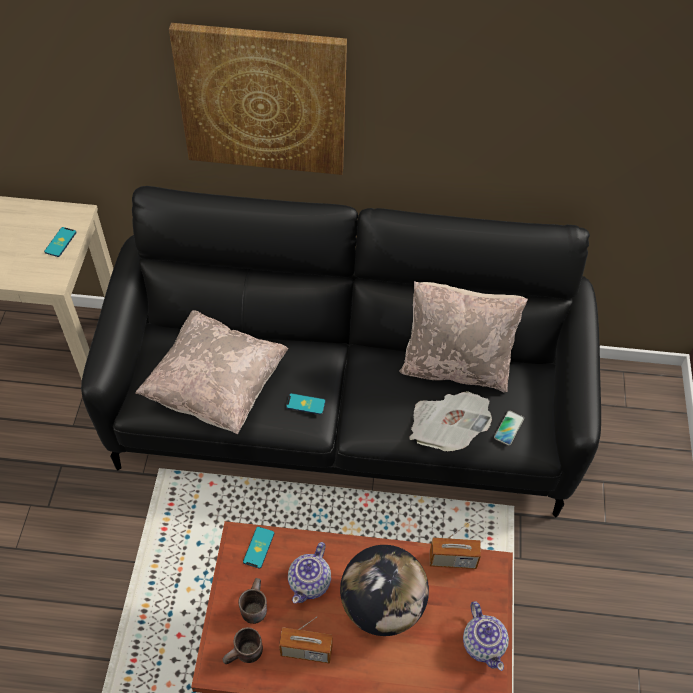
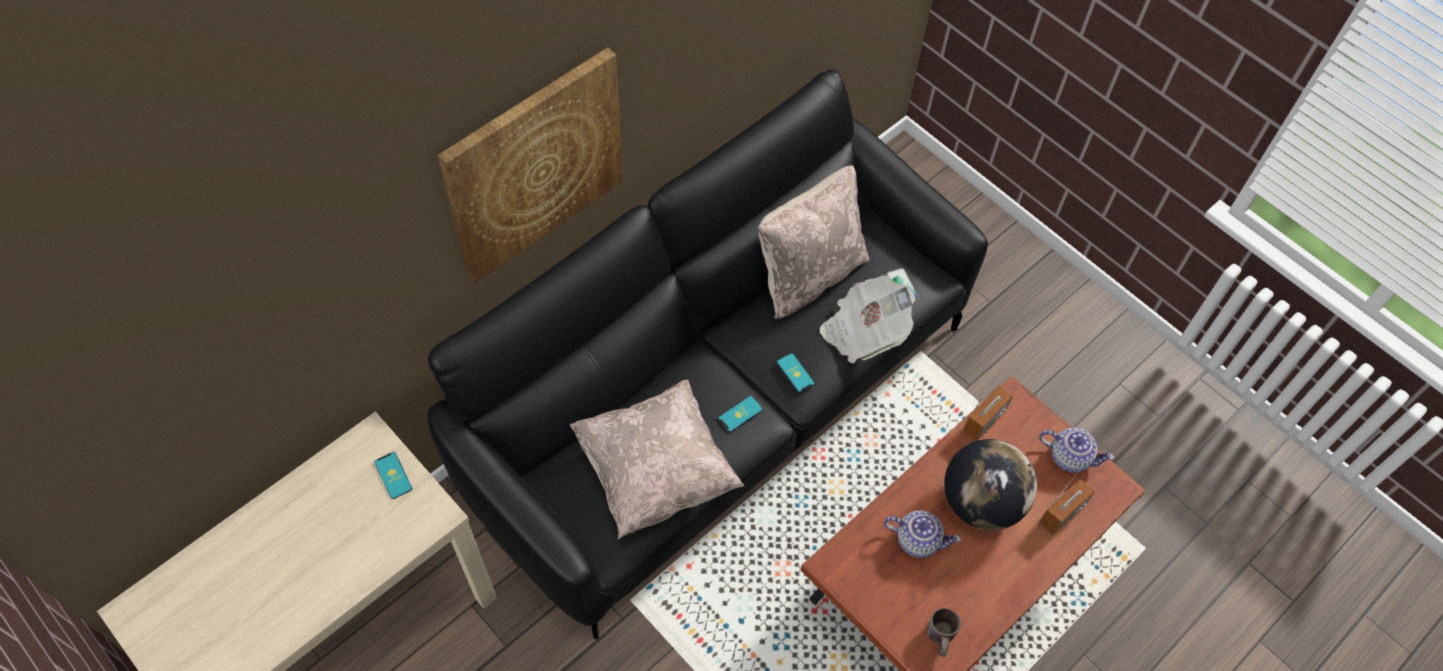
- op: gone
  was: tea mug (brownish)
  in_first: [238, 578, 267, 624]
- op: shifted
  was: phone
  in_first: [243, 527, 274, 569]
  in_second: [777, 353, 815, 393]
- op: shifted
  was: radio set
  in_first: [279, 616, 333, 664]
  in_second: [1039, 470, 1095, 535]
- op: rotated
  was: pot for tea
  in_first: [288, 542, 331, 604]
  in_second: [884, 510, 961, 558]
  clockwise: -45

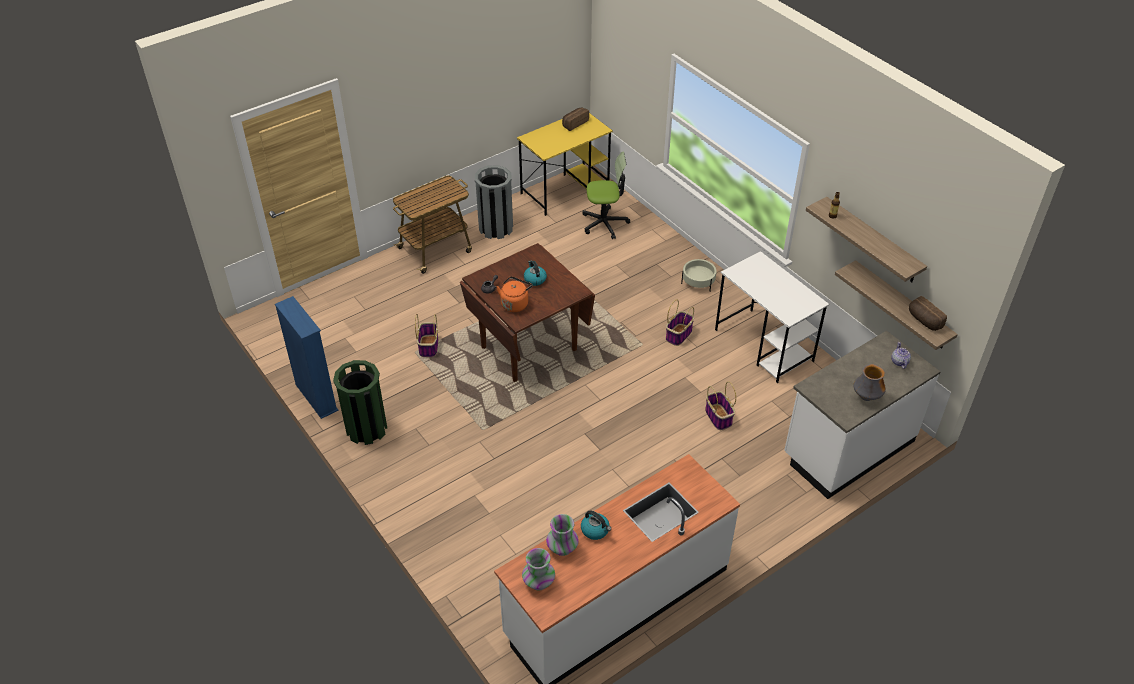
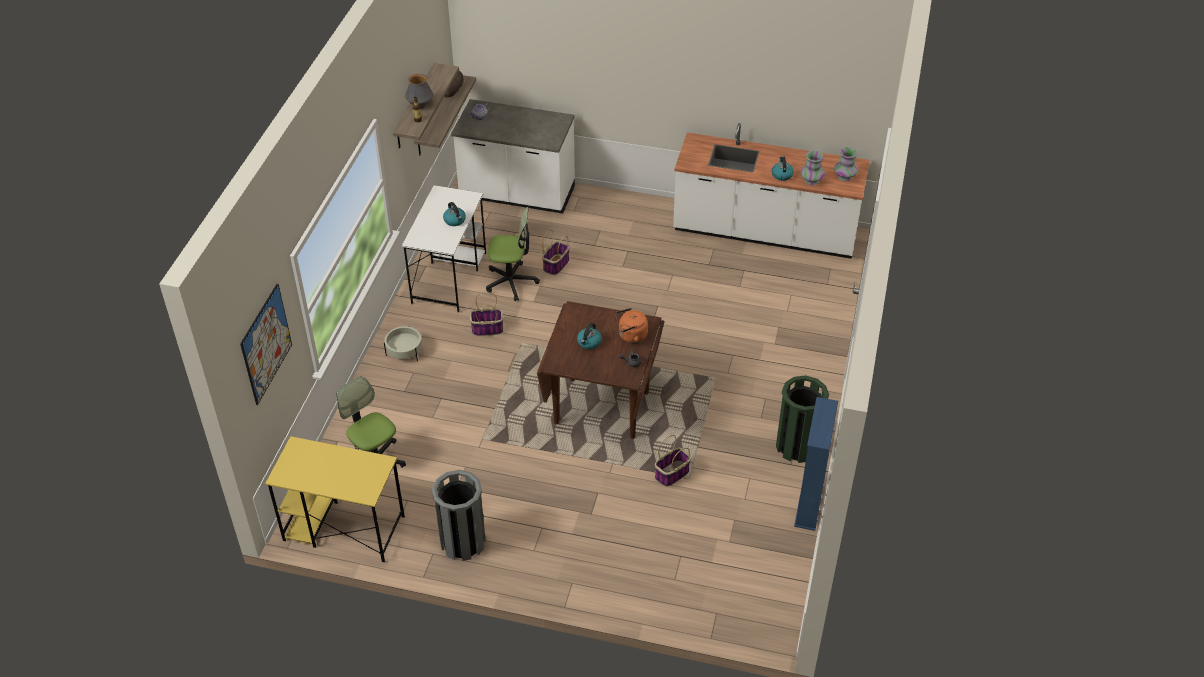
- op: gone
  was: cart
  in_first: [393, 176, 472, 274]
- op: gone
  was: bread
  in_first: [562, 107, 589, 131]
- op: shifted
  was: flower vase
  in_first: [853, 364, 886, 401]
  in_second: [405, 74, 433, 109]
- op: new
  now: picture
  in_second: [240, 283, 292, 405]
- op: new
  now: tea kettle
  in_second: [443, 202, 466, 226]
- op: new
  now: office chair
  in_second: [486, 207, 540, 301]

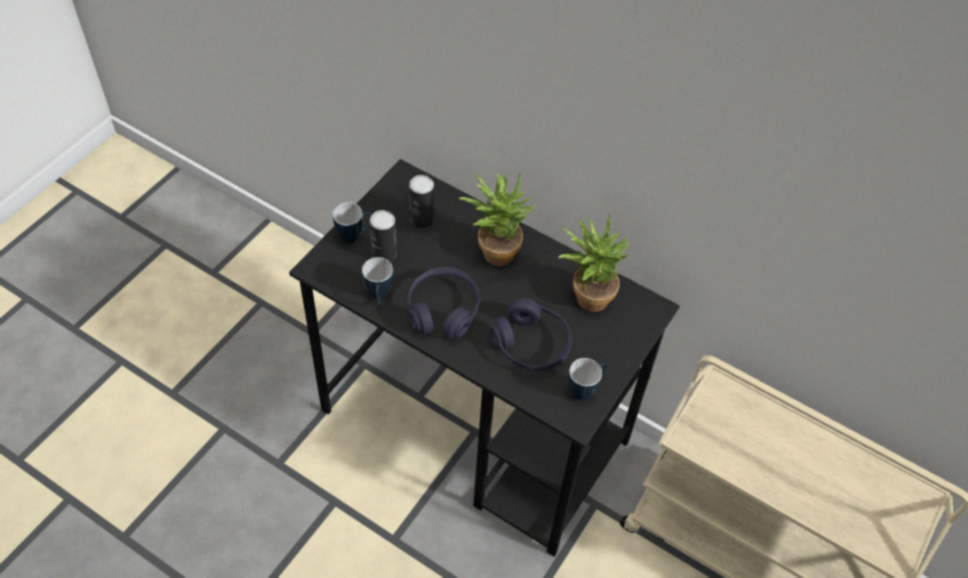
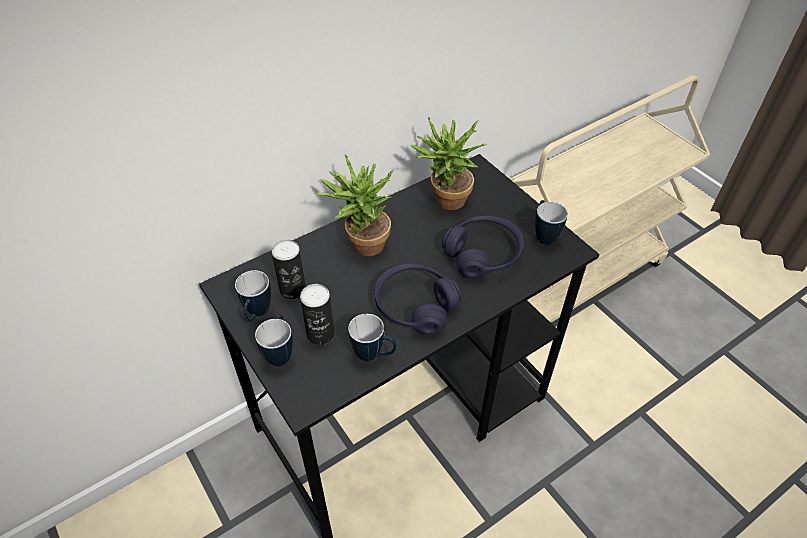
- op: new
  now: tea mug
  in_second: [235, 270, 271, 322]

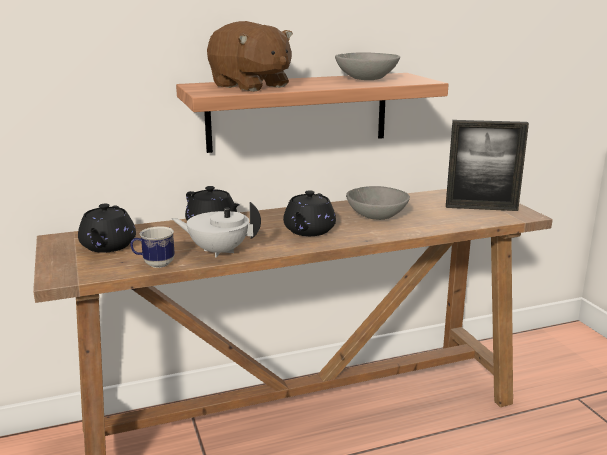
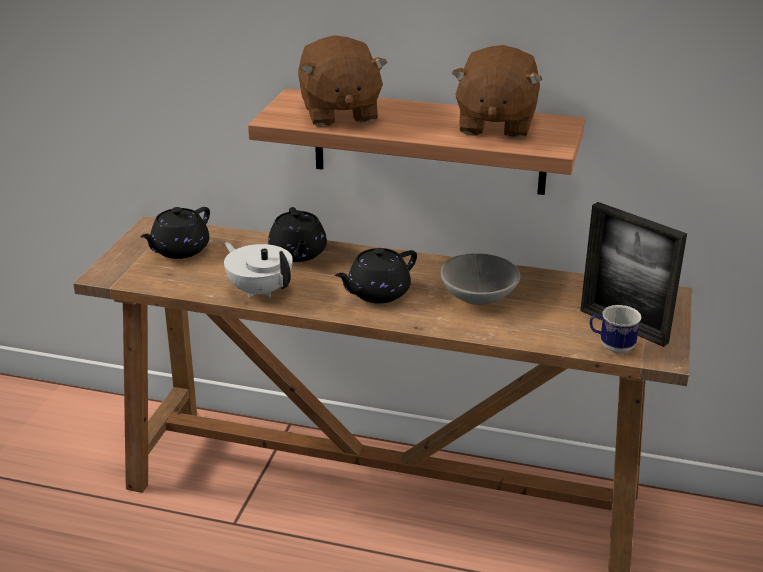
- op: shifted
  was: tea mug
  in_first: [130, 227, 175, 268]
  in_second: [590, 305, 641, 354]
- op: swapped
  was: serving bowl (gray)
  now: soft toy (brownish)
  in_first: [335, 52, 400, 80]
  in_second: [452, 45, 542, 139]

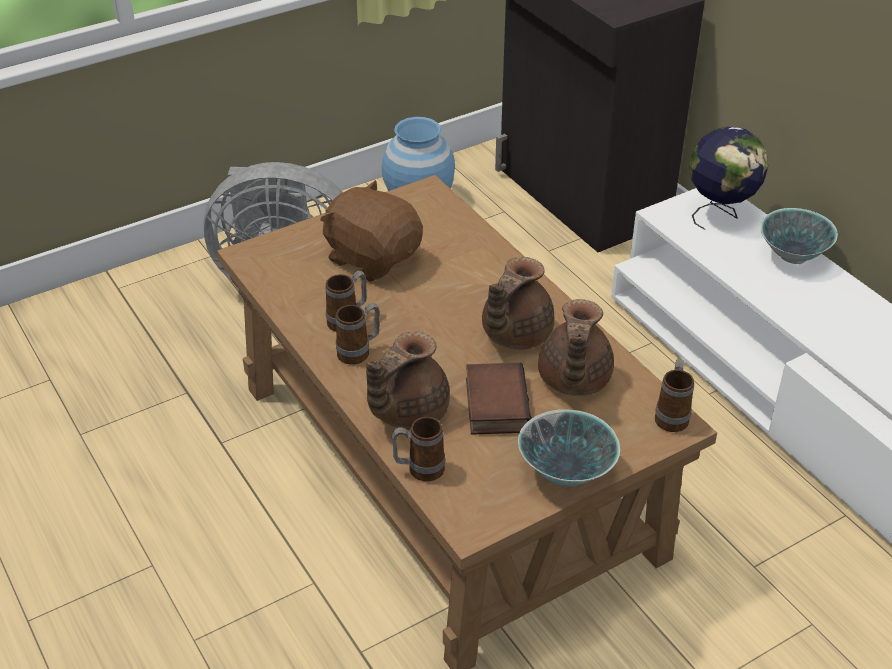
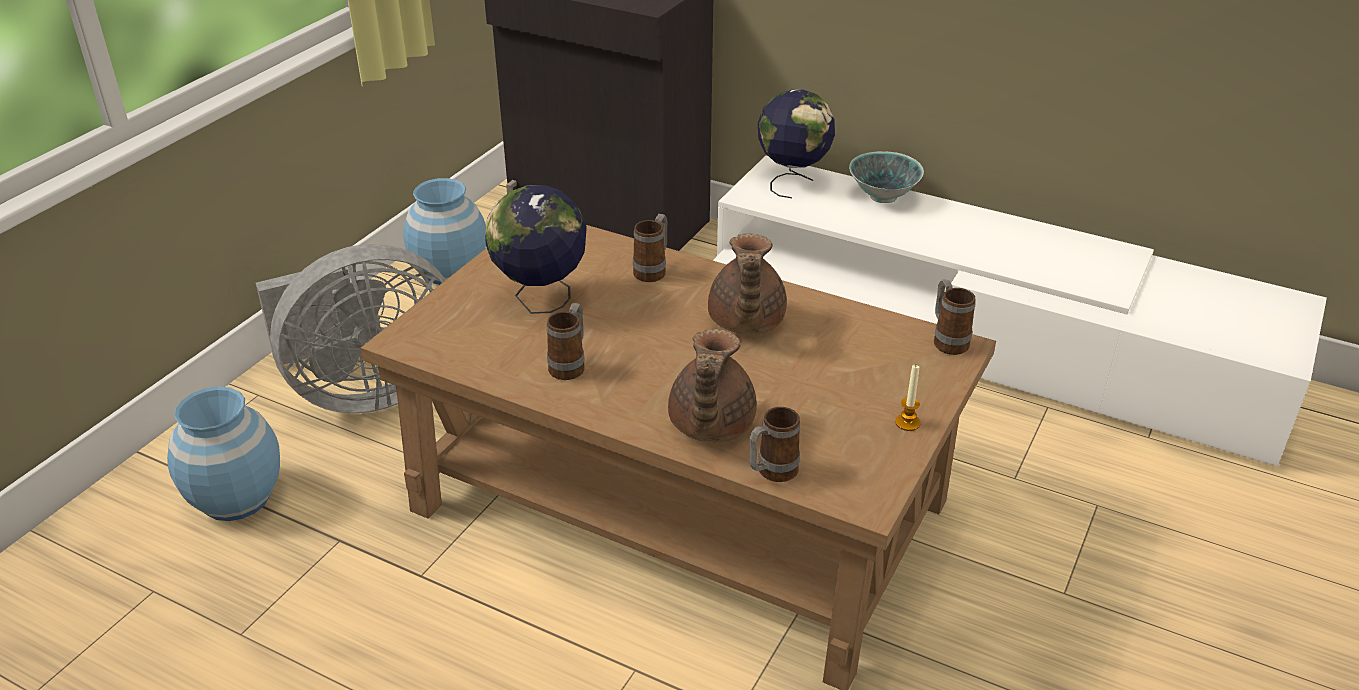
- op: swapped
  was: soft toy (brownish)
  now: desk globe
  in_first: [320, 180, 423, 282]
  in_second: [485, 185, 587, 314]
- op: shifted
  was: tea mug
  in_first: [336, 303, 379, 365]
  in_second: [633, 214, 668, 282]
- op: gone
  was: bound book
  in_first: [466, 363, 532, 435]
- op: swapped
  was: serving bowl
  now: wax light
  in_first: [518, 409, 620, 487]
  in_second: [895, 365, 920, 431]
- op: gone
  was: pot for tea (brownish)
  in_first: [538, 299, 614, 396]
- op: new
  now: flower vase (blue)
  in_second: [167, 386, 280, 521]

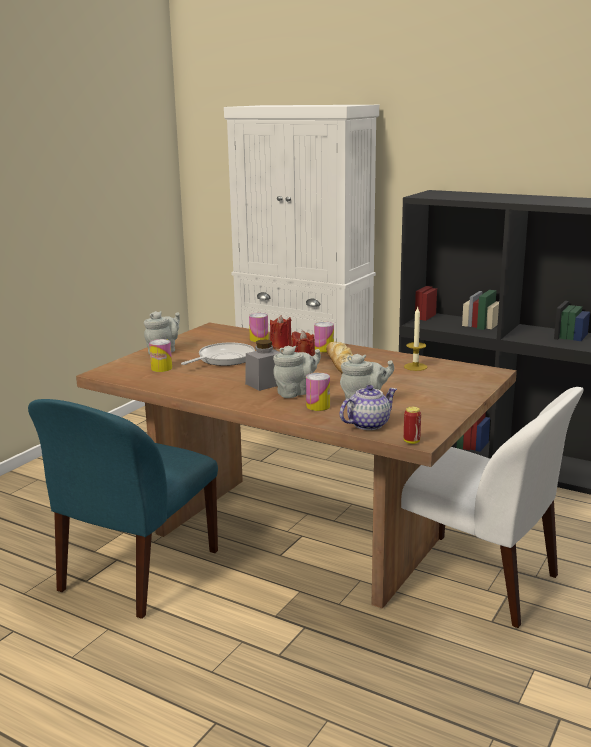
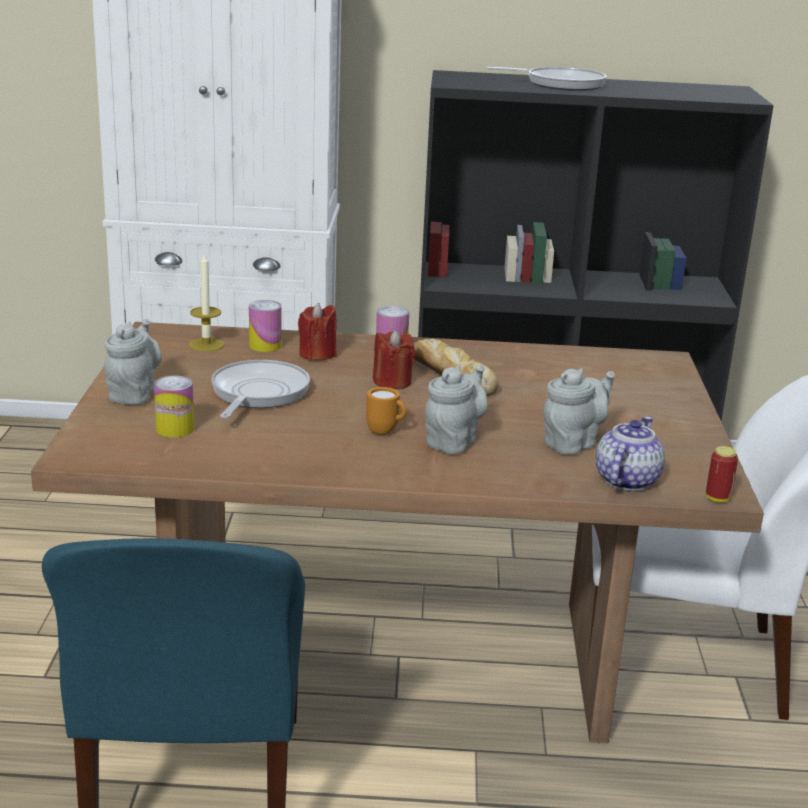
- op: swapped
  was: storage jar (gray)
  now: tea mug (orange-coloured)
  in_first: [245, 339, 281, 391]
  in_second: [366, 387, 407, 435]
- op: gone
  was: metal can
  in_first: [306, 373, 330, 411]
- op: shifted
  was: wax light
  in_first: [404, 307, 427, 371]
  in_second: [189, 252, 225, 352]
- op: new
  now: frying pan
  in_second: [486, 67, 607, 91]

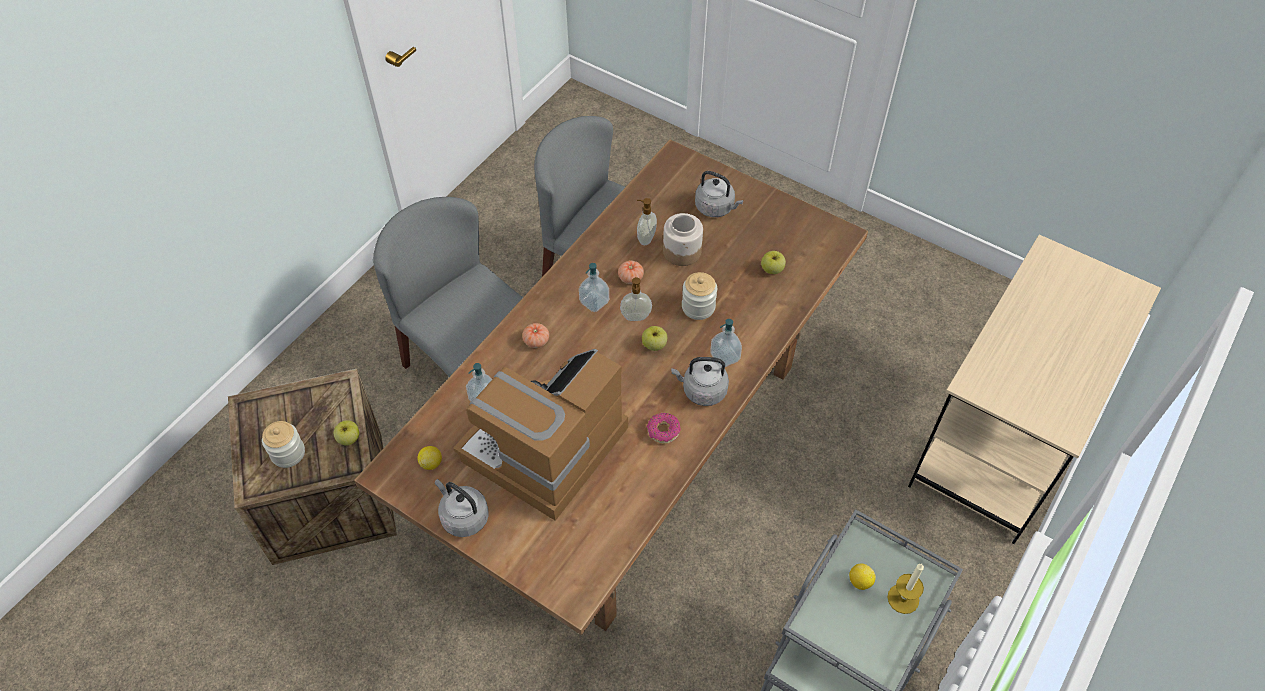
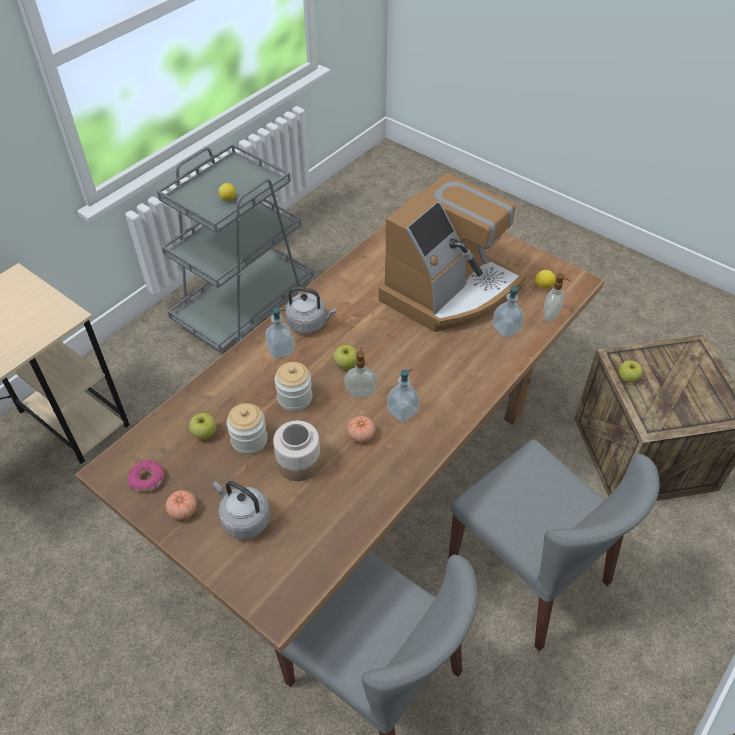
- op: shifted
  was: storage jar
  in_first: [262, 421, 305, 468]
  in_second: [227, 403, 268, 455]
- op: gone
  was: tea kettle (gray)
  in_first: [435, 479, 489, 537]
- op: shifted
  was: fresh tomato
  in_first: [522, 323, 549, 348]
  in_second: [166, 490, 197, 520]
- op: shifted
  was: soap bottle
  in_first: [637, 198, 657, 245]
  in_second: [543, 273, 571, 322]
- op: shifted
  was: doughnut
  in_first: [647, 413, 681, 444]
  in_second: [128, 460, 164, 492]
- op: gone
  was: wax light
  in_first: [887, 564, 924, 614]

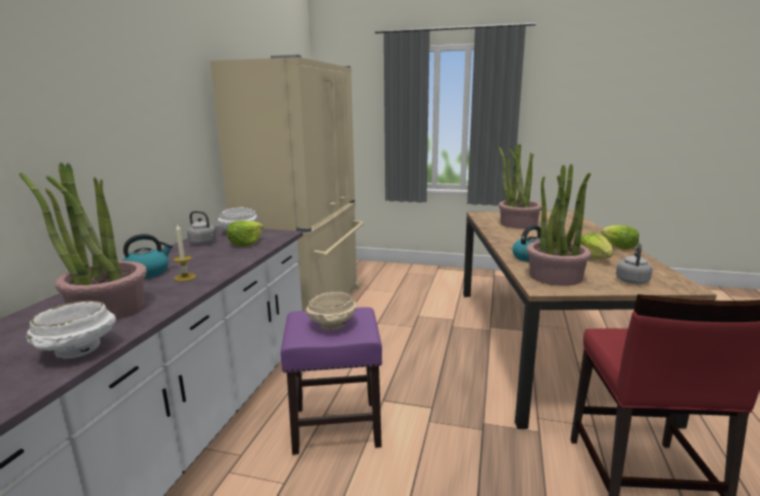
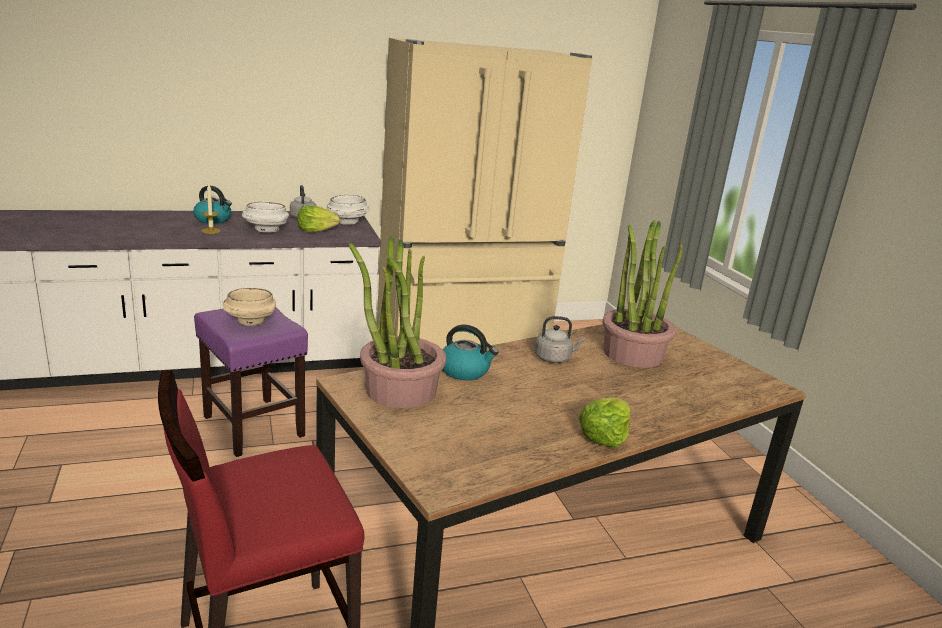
- op: gone
  was: plant in a pot
  in_first: [19, 162, 147, 320]
- op: shifted
  was: serving bowl (white-coloured)
  in_first: [26, 301, 116, 359]
  in_second: [242, 202, 289, 233]
- op: gone
  was: lettuce
  in_first: [580, 233, 614, 259]
- op: shifted
  was: tea kettle (gray)
  in_first: [616, 243, 653, 284]
  in_second: [535, 316, 585, 363]

